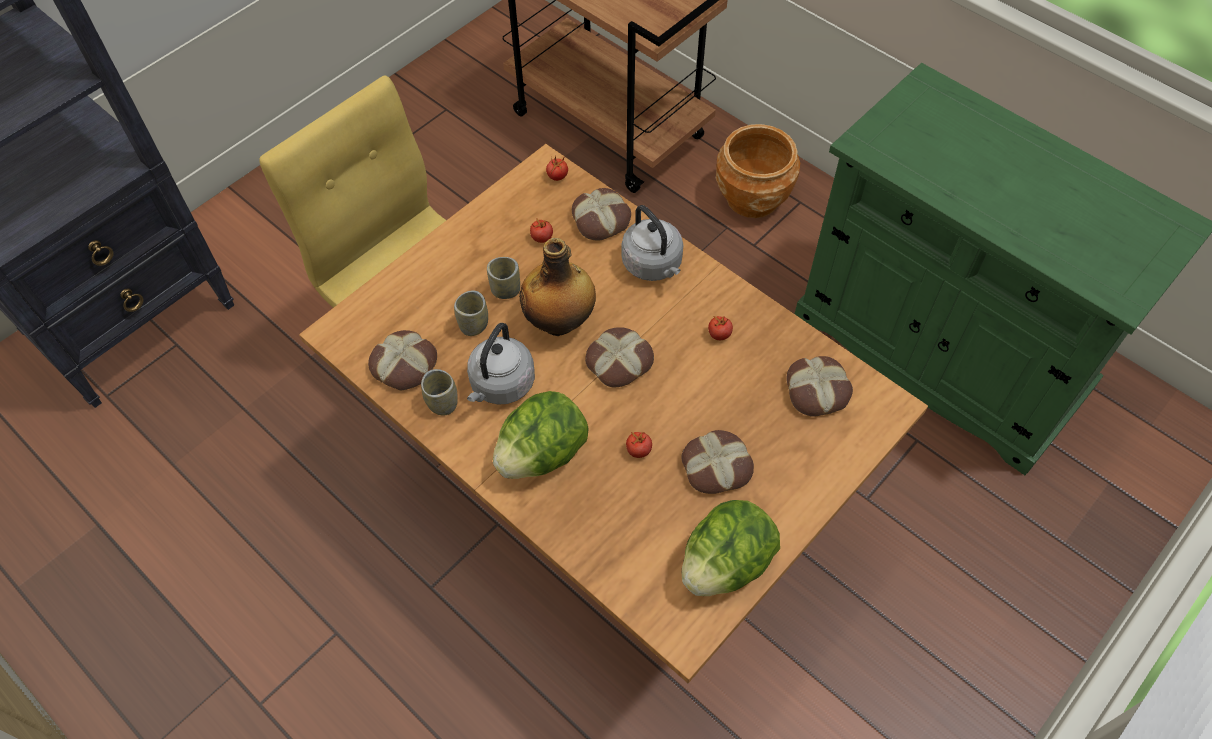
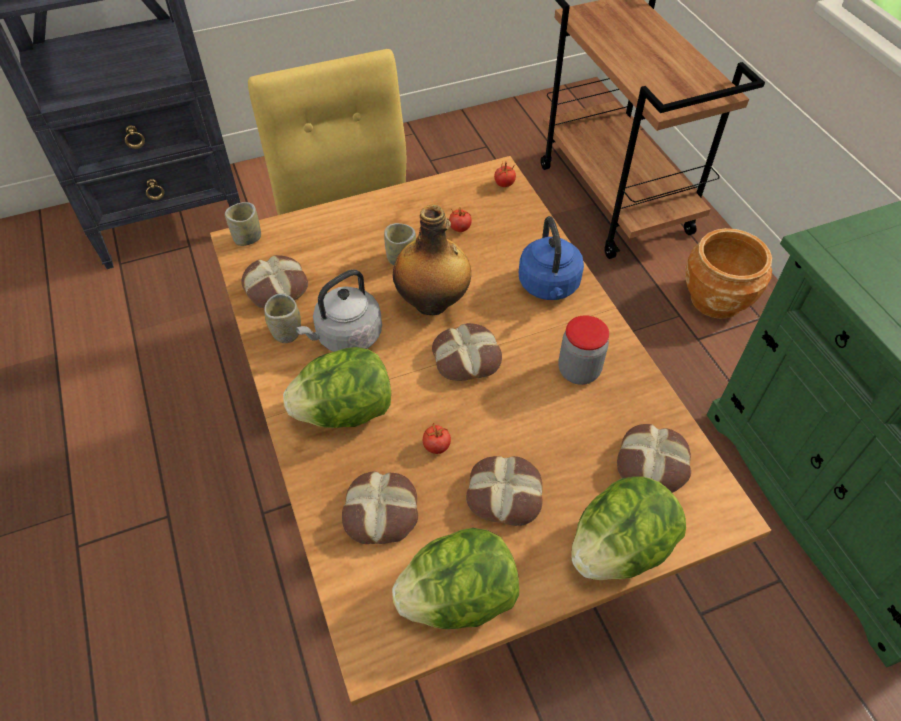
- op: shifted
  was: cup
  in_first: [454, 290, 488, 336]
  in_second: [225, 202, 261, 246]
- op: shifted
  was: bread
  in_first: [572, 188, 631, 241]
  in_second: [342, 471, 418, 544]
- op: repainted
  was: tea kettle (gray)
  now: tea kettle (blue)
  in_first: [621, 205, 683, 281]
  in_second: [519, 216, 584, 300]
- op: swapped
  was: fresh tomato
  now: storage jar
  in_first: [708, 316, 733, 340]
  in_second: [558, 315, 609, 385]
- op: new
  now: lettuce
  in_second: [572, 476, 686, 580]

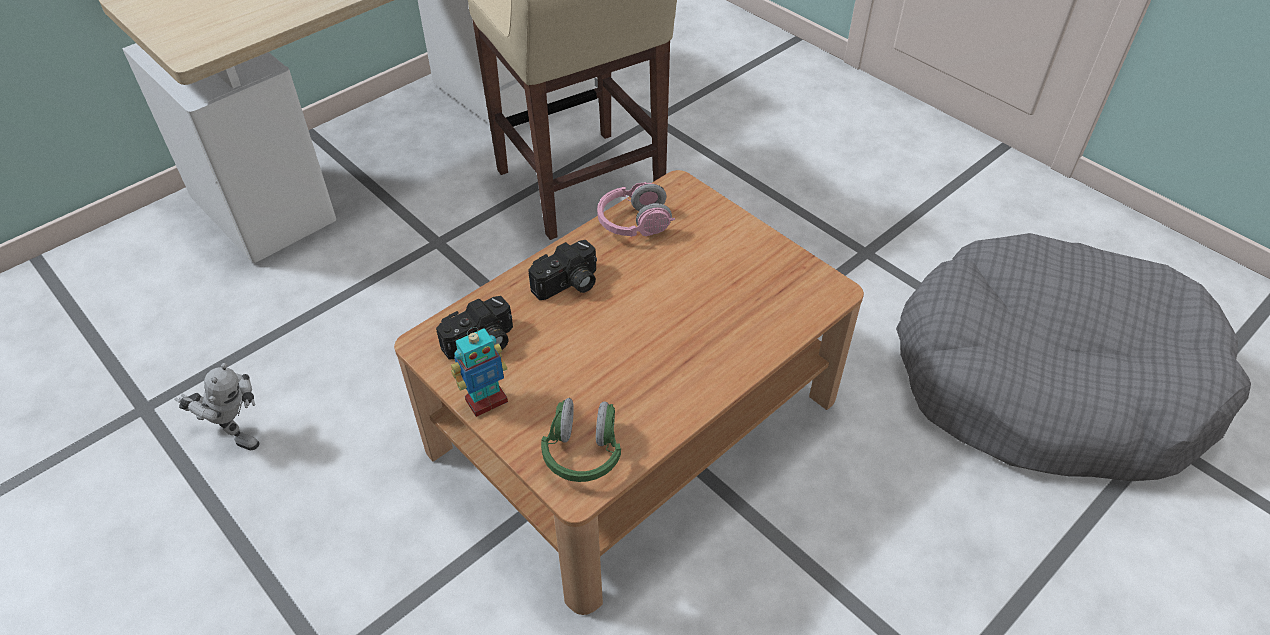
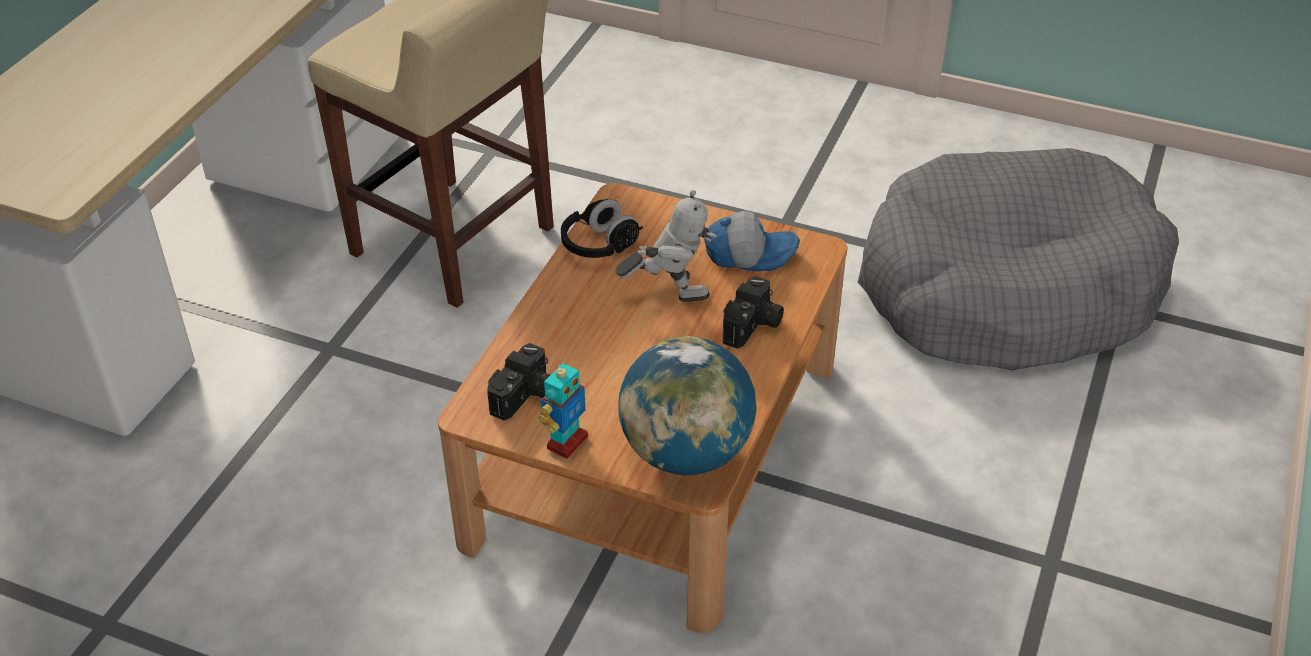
- op: shifted
  was: toy robot
  in_first: [174, 363, 260, 450]
  in_second: [615, 190, 717, 302]
- op: shifted
  was: still camera
  in_first: [528, 240, 597, 300]
  in_second: [723, 276, 784, 349]
- op: swapped
  was: headphones (green)
  now: desk globe
  in_first: [541, 398, 621, 482]
  in_second: [618, 336, 757, 475]
- op: repainted
  was: headphones (pinkish)
  now: headphones (black-coloured)
  in_first: [597, 182, 675, 237]
  in_second: [561, 199, 643, 258]
- op: new
  now: baseball cap
  in_second: [704, 211, 800, 271]

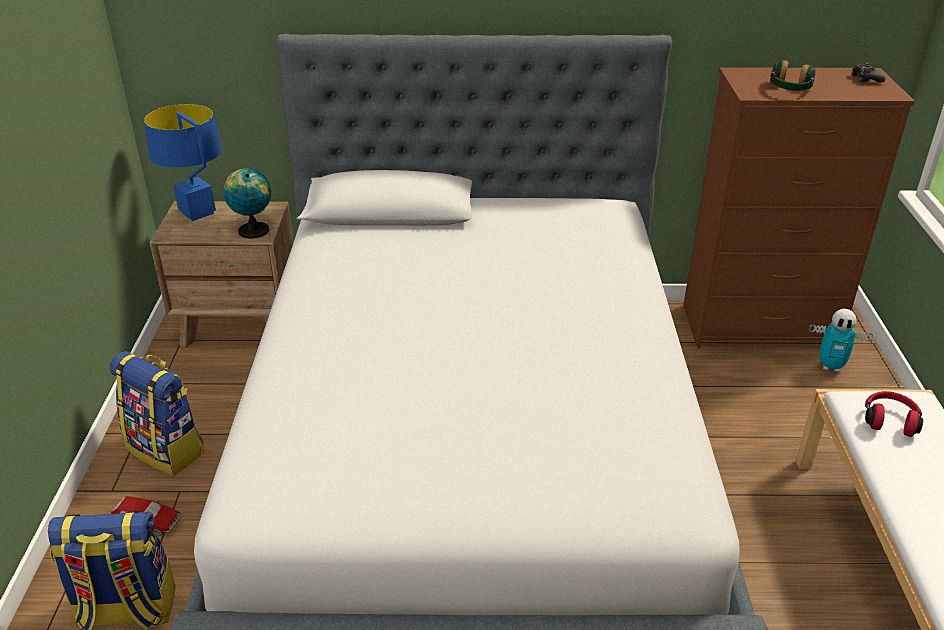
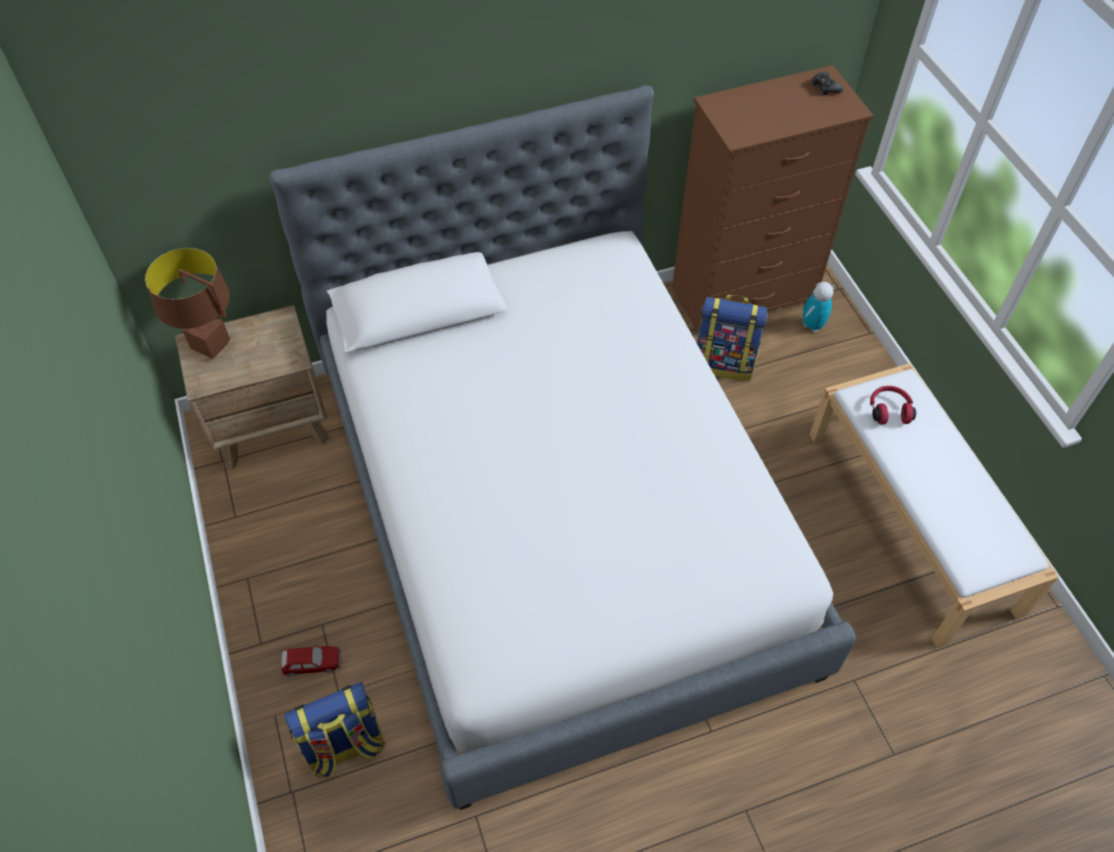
- op: shifted
  was: rucksack
  in_first: [110, 351, 204, 475]
  in_second: [697, 295, 767, 380]
- op: repainted
  was: tabletop lamp (blue)
  now: tabletop lamp (brownish)
  in_first: [144, 104, 222, 221]
  in_second: [145, 248, 230, 359]
- op: gone
  was: desk globe
  in_first: [223, 168, 271, 239]
- op: gone
  was: headphones
  in_first: [770, 60, 816, 91]
- op: rotated
  was: toy robot
  in_first: [809, 309, 873, 372]
  in_second: [803, 282, 835, 332]
  clockwise: 135

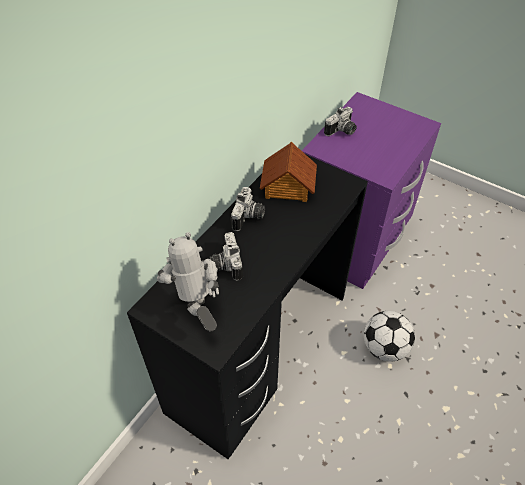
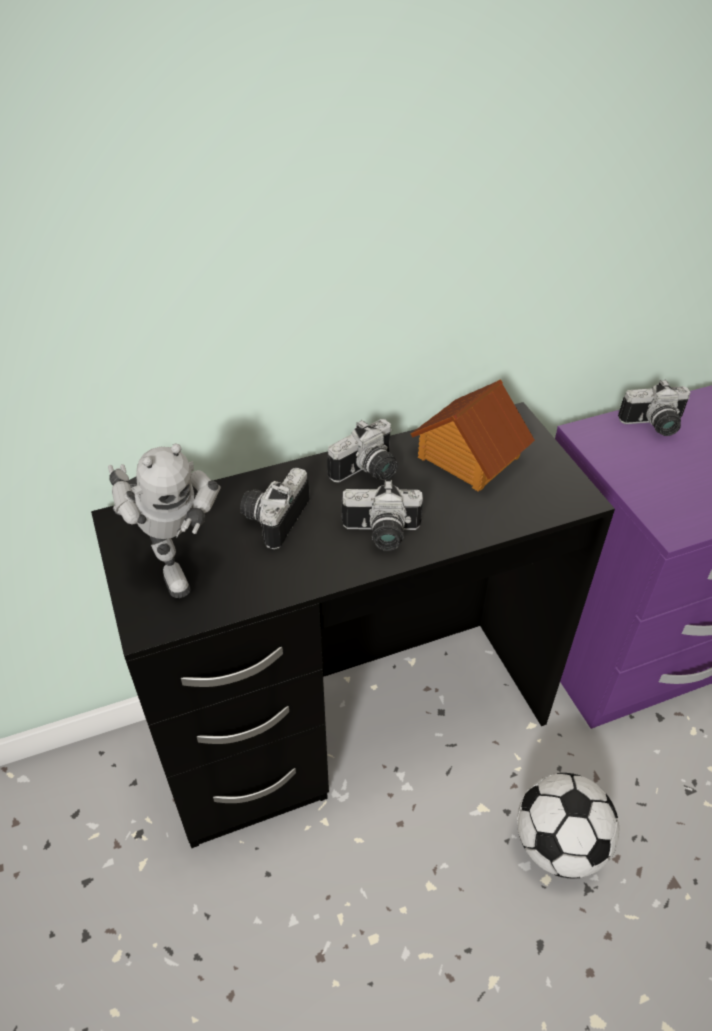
- op: rotated
  was: toy robot
  in_first: [157, 232, 219, 331]
  in_second: [108, 443, 221, 598]
  clockwise: 135
- op: new
  now: still camera
  in_second: [341, 480, 423, 551]

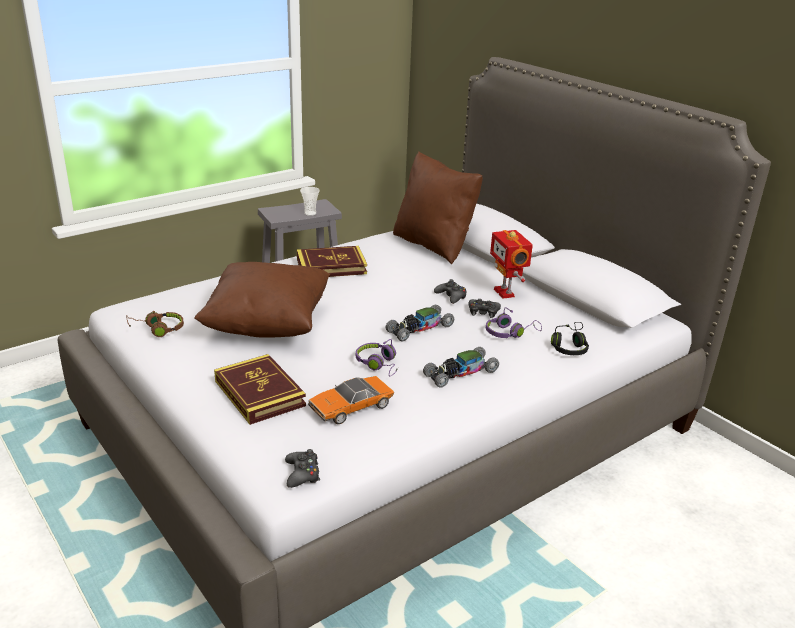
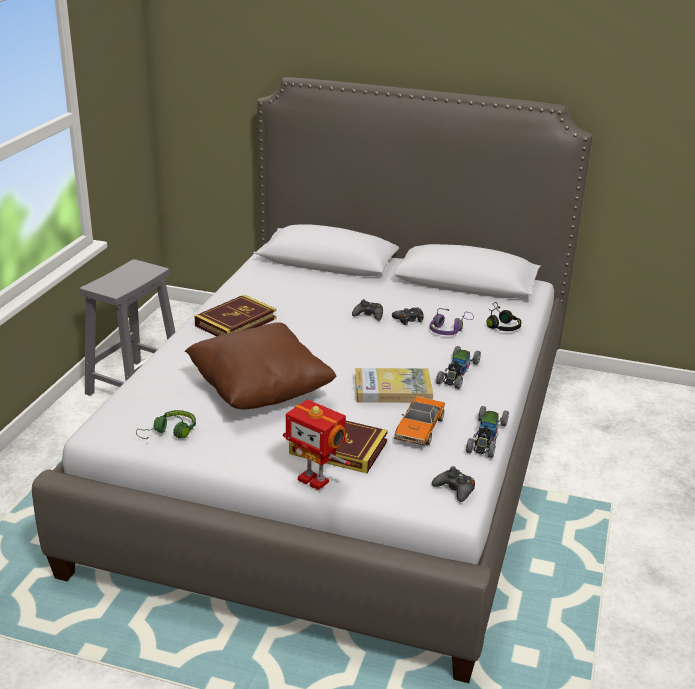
- op: repainted
  was: headphones (brownish)
  now: headphones (green)
  in_first: [127, 311, 184, 337]
  in_second: [136, 410, 196, 439]
- op: gone
  was: cup
  in_first: [300, 187, 320, 216]
- op: swapped
  was: headphones (purple)
  now: bound book
  in_first: [356, 339, 398, 376]
  in_second: [355, 368, 433, 403]
- op: shifted
  was: toy car
  in_first: [386, 305, 454, 341]
  in_second: [466, 406, 509, 458]
- op: gone
  was: throw pillow (brownish)
  in_first: [393, 151, 483, 264]
- op: shifted
  was: toy robot
  in_first: [490, 230, 533, 299]
  in_second: [283, 399, 350, 490]

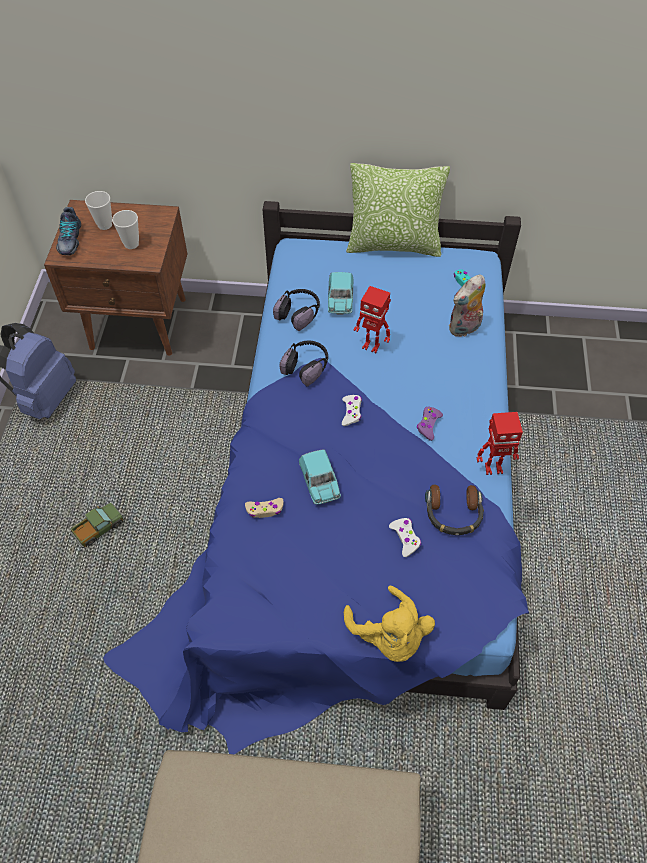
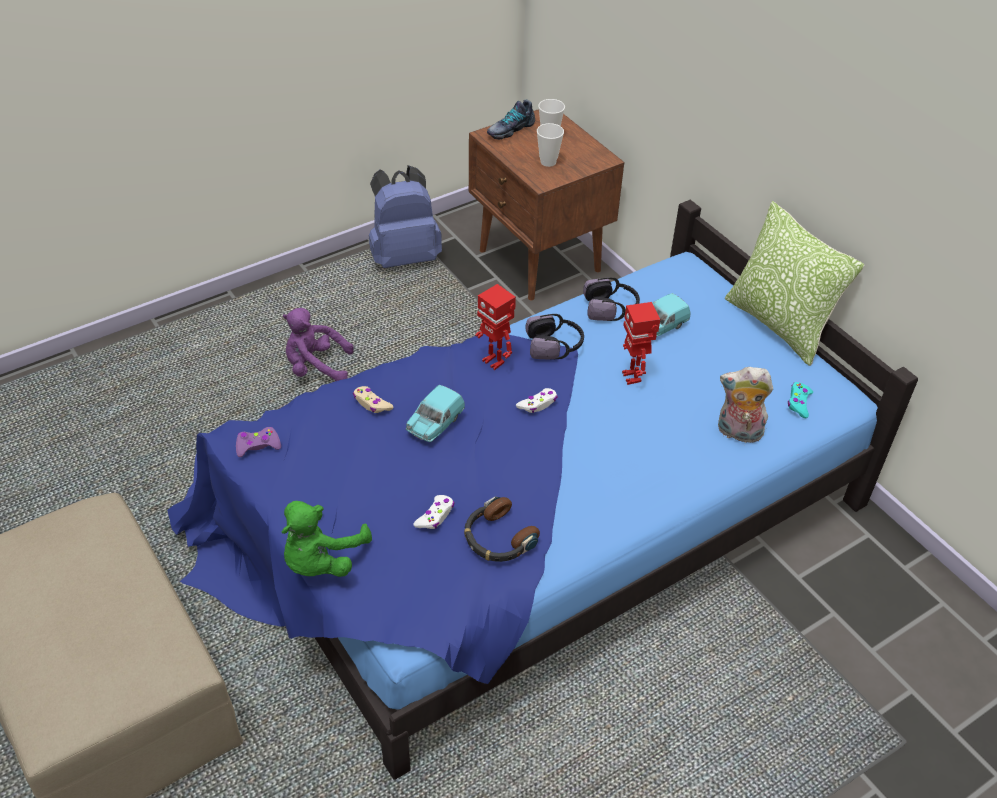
- op: swapped
  was: model truck
  now: soft toy (purple)
  in_first: [70, 502, 124, 548]
  in_second: [283, 308, 354, 381]
- op: repainted
  was: soft toy (yellow)
  now: soft toy (green)
  in_first: [344, 585, 435, 662]
  in_second: [282, 501, 372, 577]
- op: shifted
  was: game controller (purple)
  in_first: [417, 407, 443, 441]
  in_second: [236, 427, 281, 457]
- op: shifted
  was: toy robot
  in_first: [477, 412, 523, 475]
  in_second: [475, 284, 516, 370]

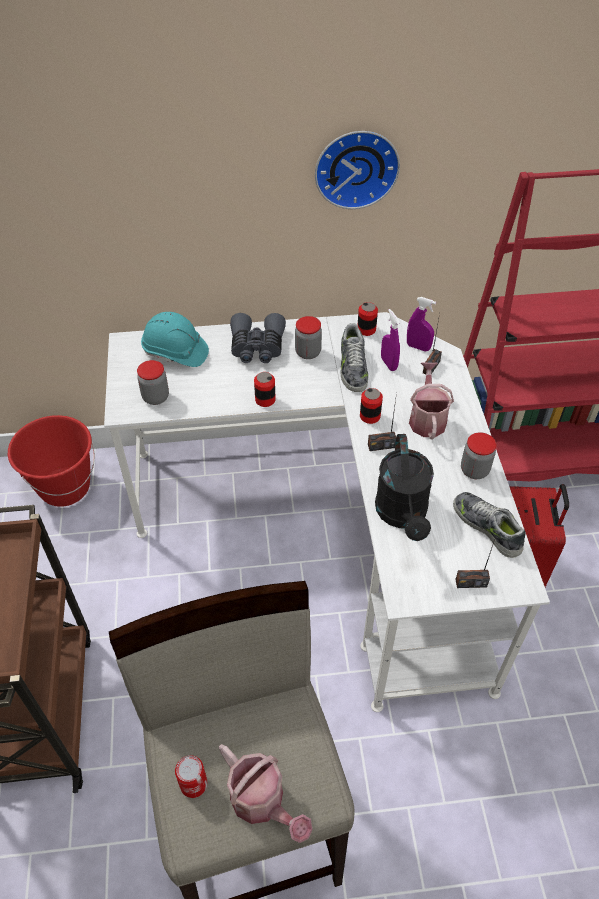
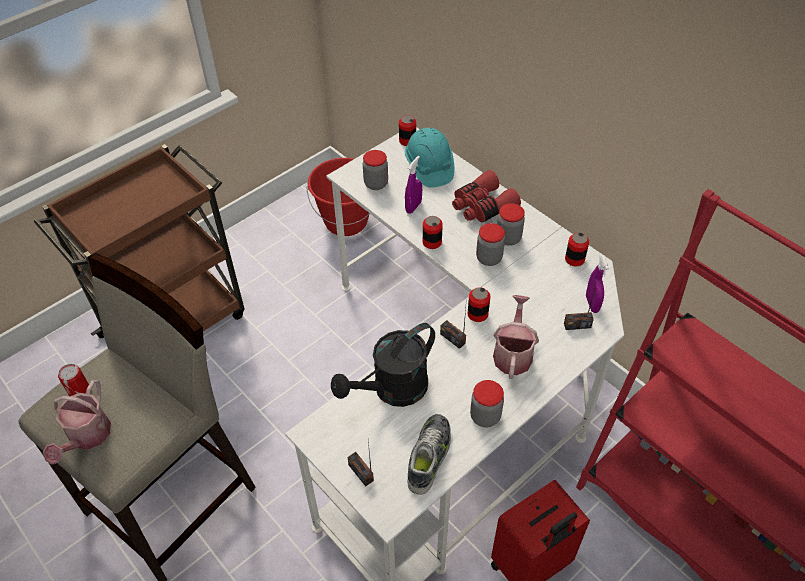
- op: repainted
  was: pair of binoculars (gray)
  now: pair of binoculars (red)
  in_first: [230, 313, 286, 363]
  in_second: [452, 170, 521, 223]
- op: gone
  was: clock on the wall
  in_first: [315, 131, 400, 209]
- op: gone
  was: item of footwear
  in_first: [341, 323, 368, 392]
- op: shifted
  was: hand sprayer (purple)
  in_first: [381, 309, 400, 371]
  in_second: [405, 156, 422, 214]
- op: rotated
  was: watering can
  in_first: [409, 362, 454, 439]
  in_second: [493, 295, 539, 379]
  clockwise: -45
- op: new
  now: metal can
  in_second: [399, 115, 416, 146]
- op: new
  now: storage jar
  in_second: [476, 223, 505, 266]

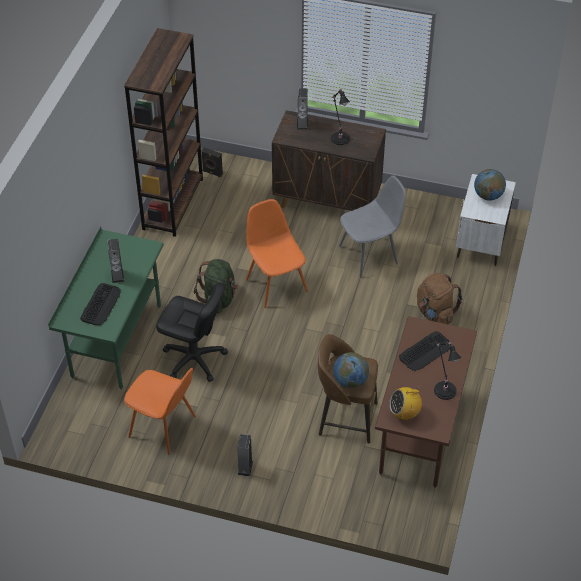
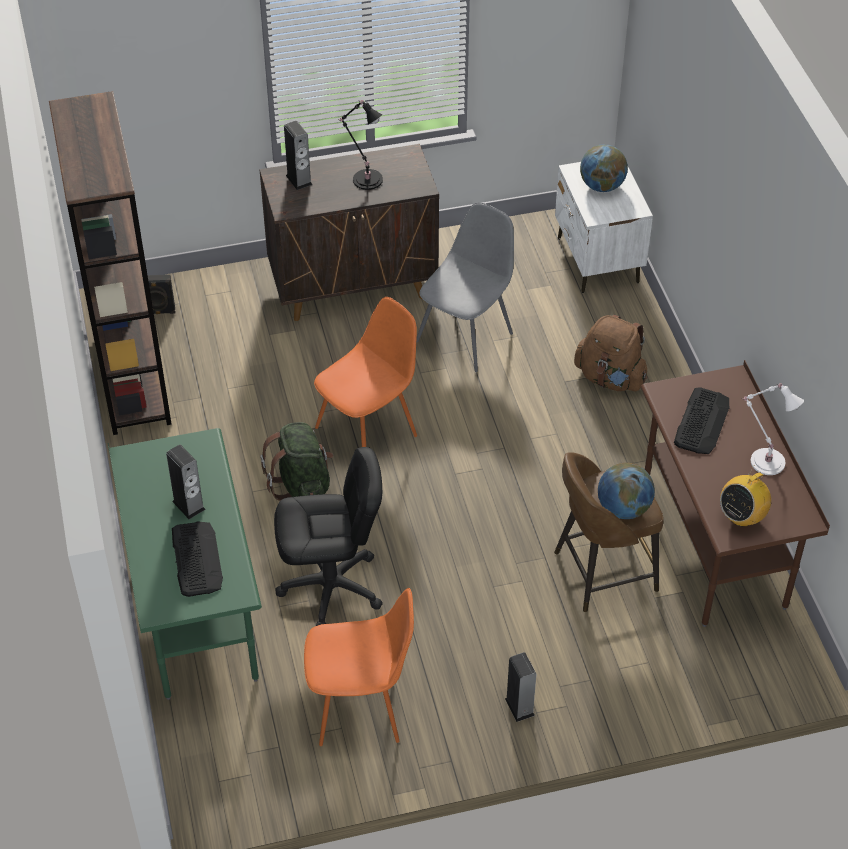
- op: rotated
  was: chair (orange-coloured)
  in_first: [246, 199, 308, 308]
  in_second: [314, 297, 417, 447]
  clockwise: 105
- op: repainted
  was: tabletop lamp (black-coloured)
  now: tabletop lamp (white-coloured)
  in_first: [434, 342, 461, 400]
  in_second: [742, 383, 804, 475]

